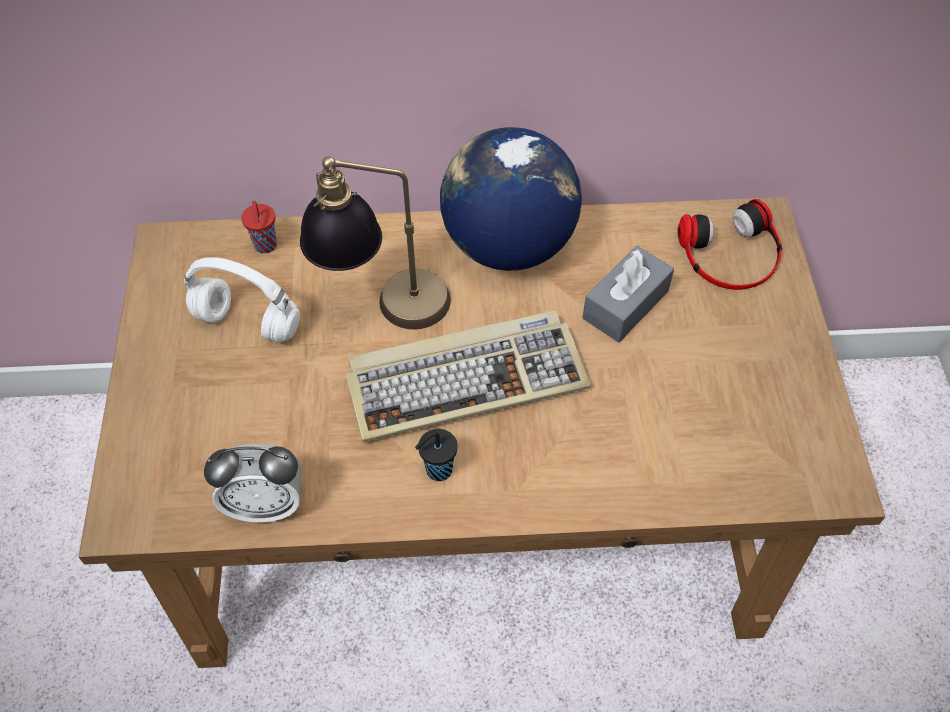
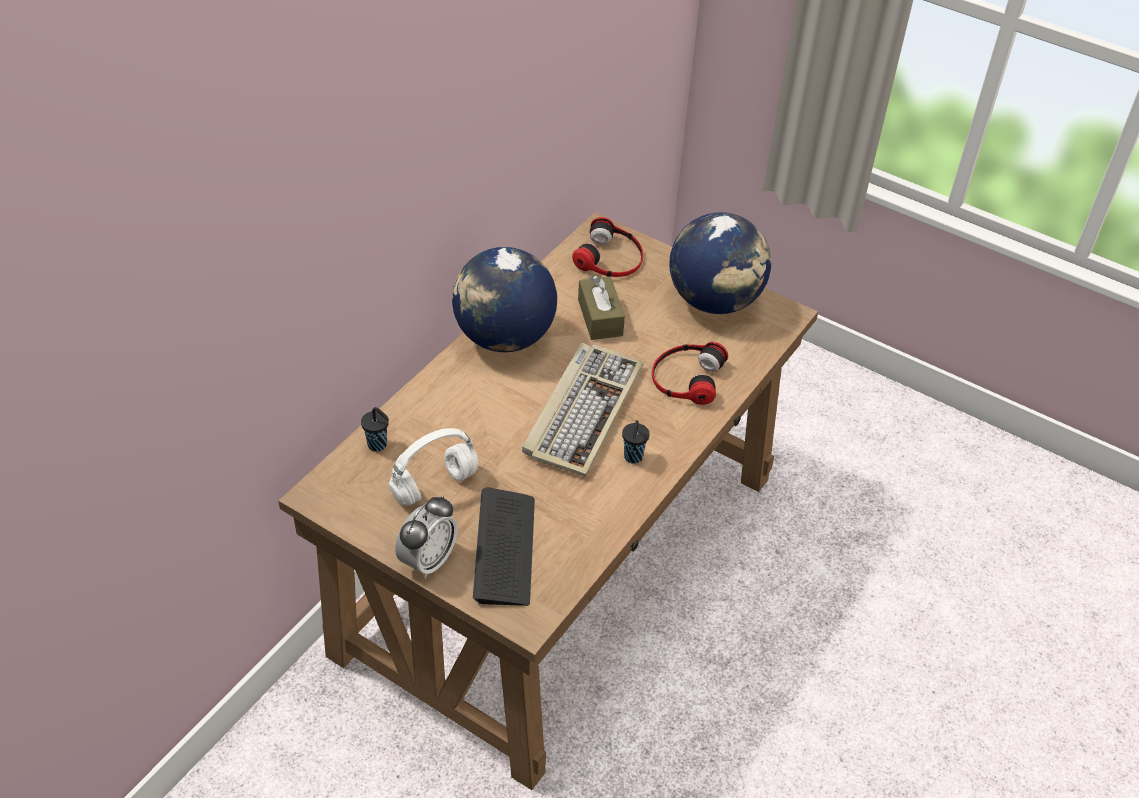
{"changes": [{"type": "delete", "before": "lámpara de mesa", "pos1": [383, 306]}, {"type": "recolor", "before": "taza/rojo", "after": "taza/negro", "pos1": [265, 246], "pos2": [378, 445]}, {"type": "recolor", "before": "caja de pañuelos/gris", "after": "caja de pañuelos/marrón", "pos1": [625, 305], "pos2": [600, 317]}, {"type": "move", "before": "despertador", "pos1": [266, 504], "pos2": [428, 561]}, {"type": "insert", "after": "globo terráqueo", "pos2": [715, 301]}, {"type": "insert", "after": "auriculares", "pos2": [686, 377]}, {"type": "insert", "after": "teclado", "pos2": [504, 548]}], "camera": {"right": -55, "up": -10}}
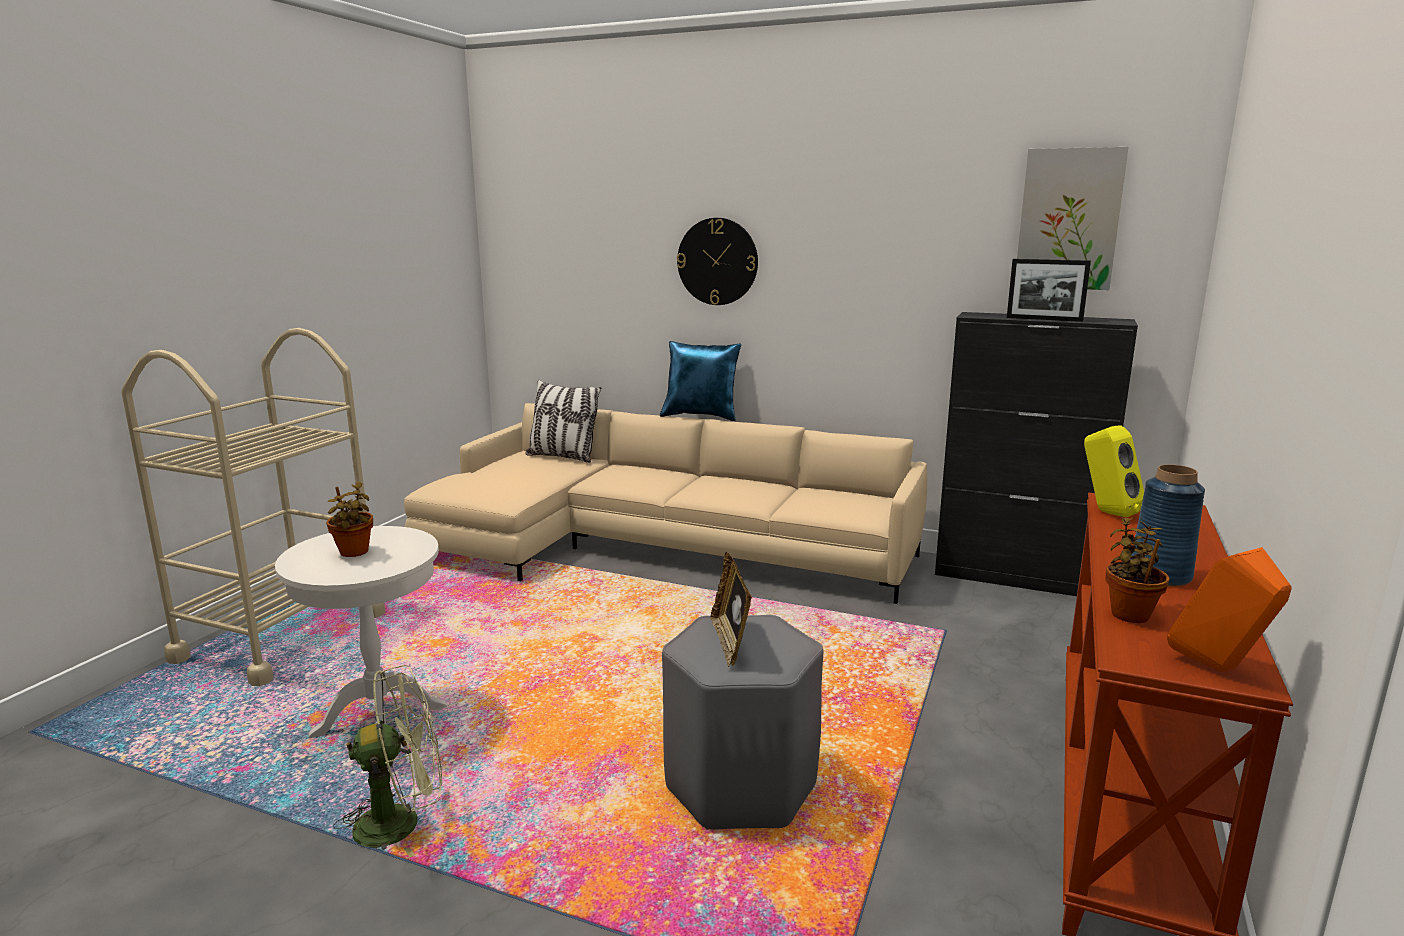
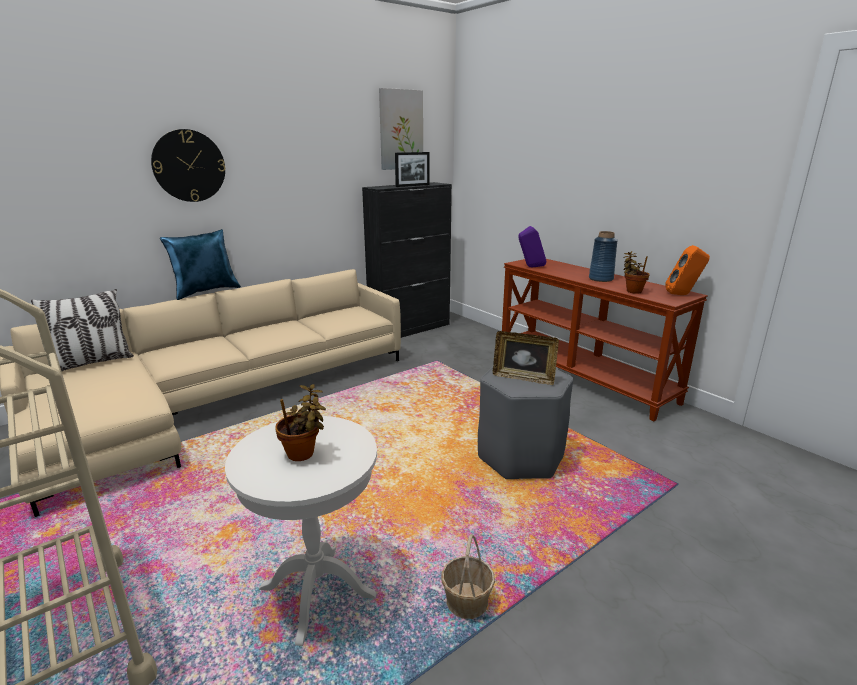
{"changes": [{"type": "recolor", "before": "altavoz/amarillo", "after": "altavoz/morado", "pos1": [1106, 512], "pos2": [530, 267]}, {"type": "replace", "before": "ventilador/verde", "after": "cesta", "pos1": [401, 822], "pos2": [466, 602]}], "camera": {"right": -60, "up": 5}}
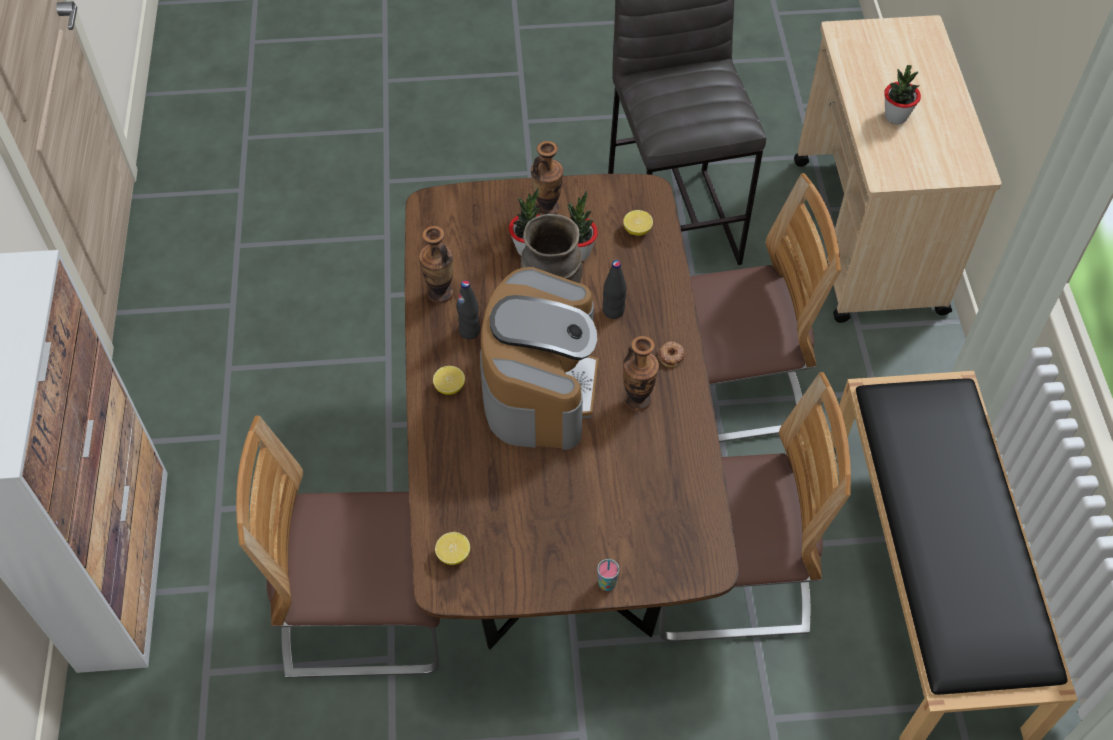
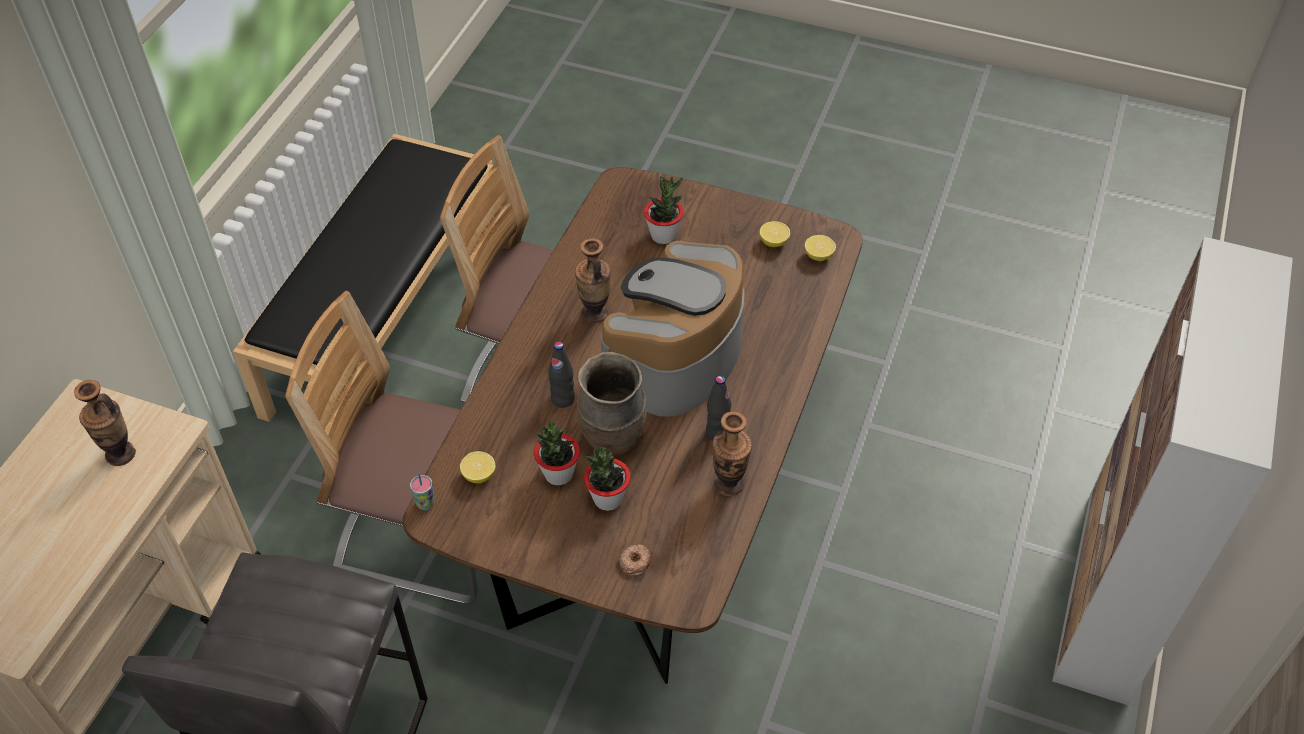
{"changes": [{"type": "move", "before": "planta en maceta", "pos1": [895, 116], "pos2": [663, 235]}, {"type": "move", "before": "florero", "pos1": [547, 209], "pos2": [120, 454]}, {"type": "move", "before": "rosquilla", "pos1": [671, 356], "pos2": [635, 561]}, {"type": "move", "before": "limón", "pos1": [449, 387], "pos2": [774, 242]}, {"type": "delete", "before": "silla", "pos1": [366, 613]}, {"type": "move", "before": "taza", "pos1": [607, 584], "pos2": [425, 504]}], "camera": {"right": -155, "up": -5}}
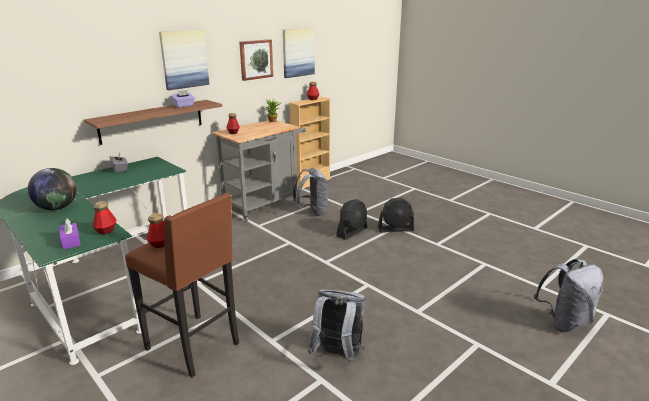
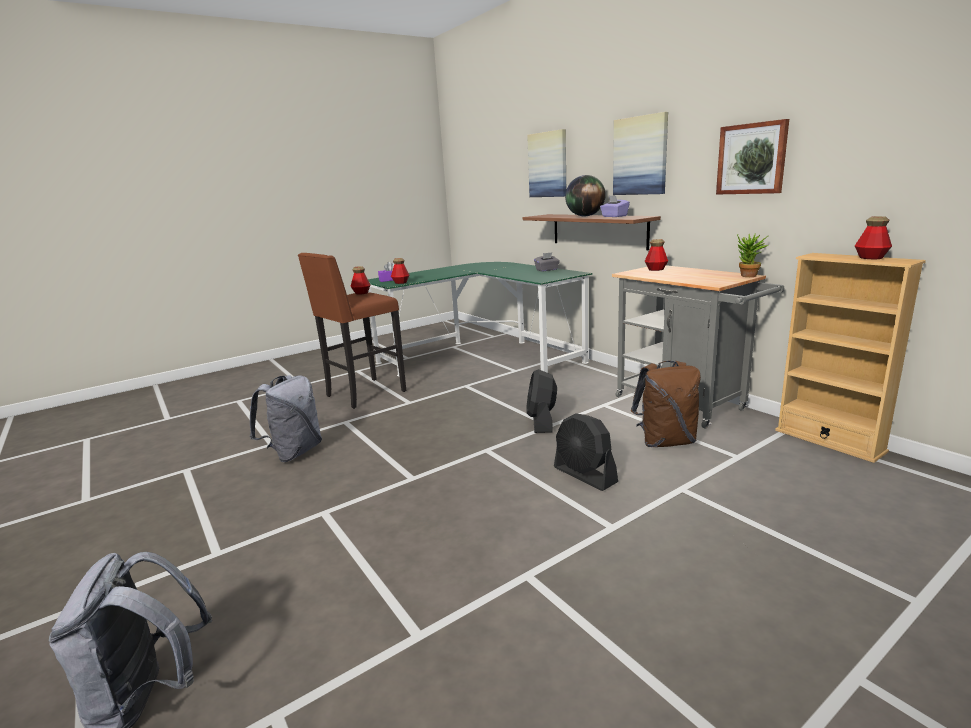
{"changes": [{"type": "move", "before": "cuadro", "pos1": [298, 52], "pos2": [548, 165]}, {"type": "move", "before": "globo terráqueo", "pos1": [57, 208], "pos2": [585, 216]}, {"type": "recolor", "before": "mochila/gris", "after": "mochila/marrón", "pos1": [312, 212], "pos2": [665, 441]}, {"type": "move", "before": "ventilador/negro", "pos1": [395, 229], "pos2": [542, 421]}], "camera": {"right": 100, "up": -5}}
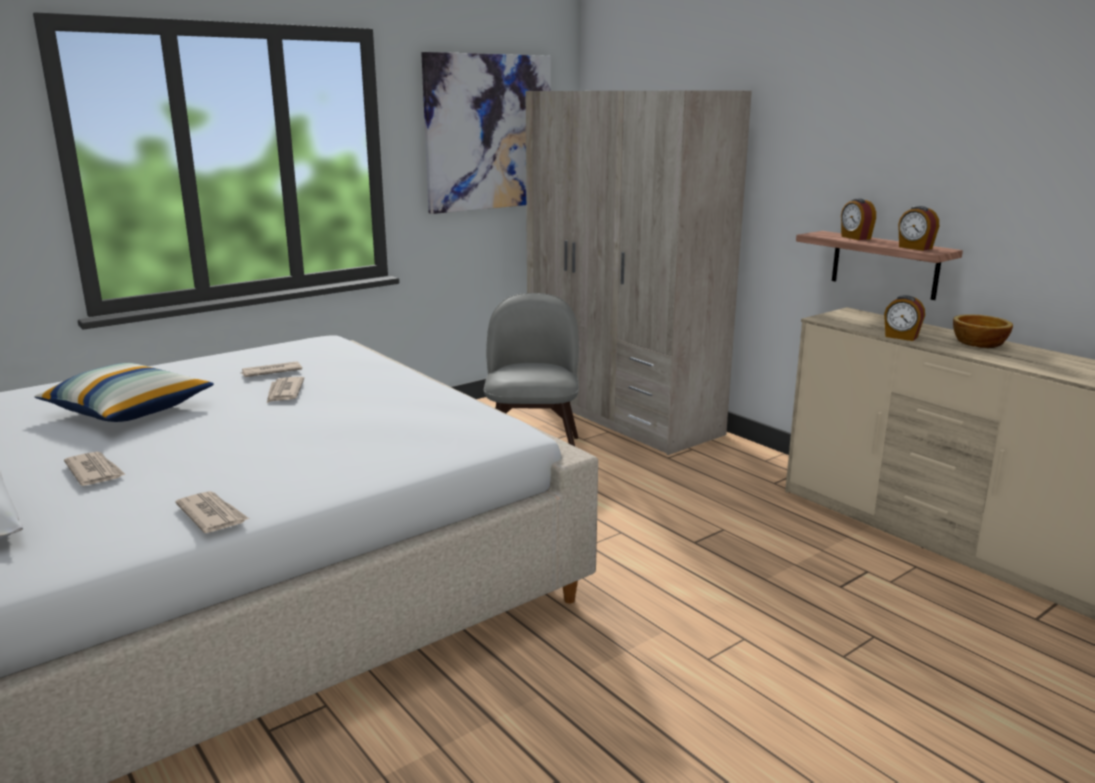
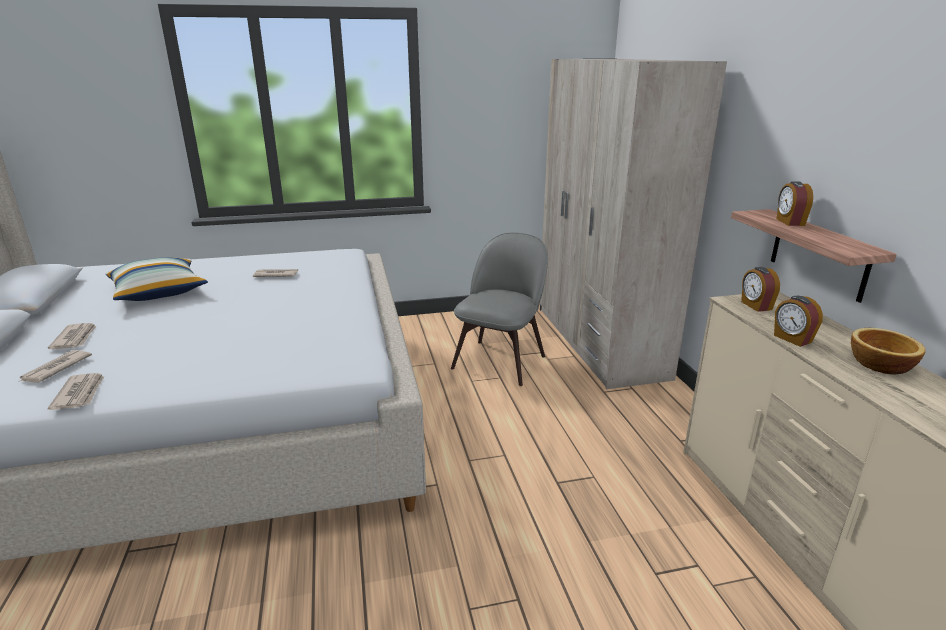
{"changes": [{"type": "delete", "before": "cuadro", "pos1": [488, 133]}, {"type": "move", "before": "despertador", "pos1": [915, 248], "pos2": [755, 306]}, {"type": "move", "before": "periódico", "pos1": [284, 392], "pos2": [55, 369]}], "camera": {"right": 25, "up": 5}}
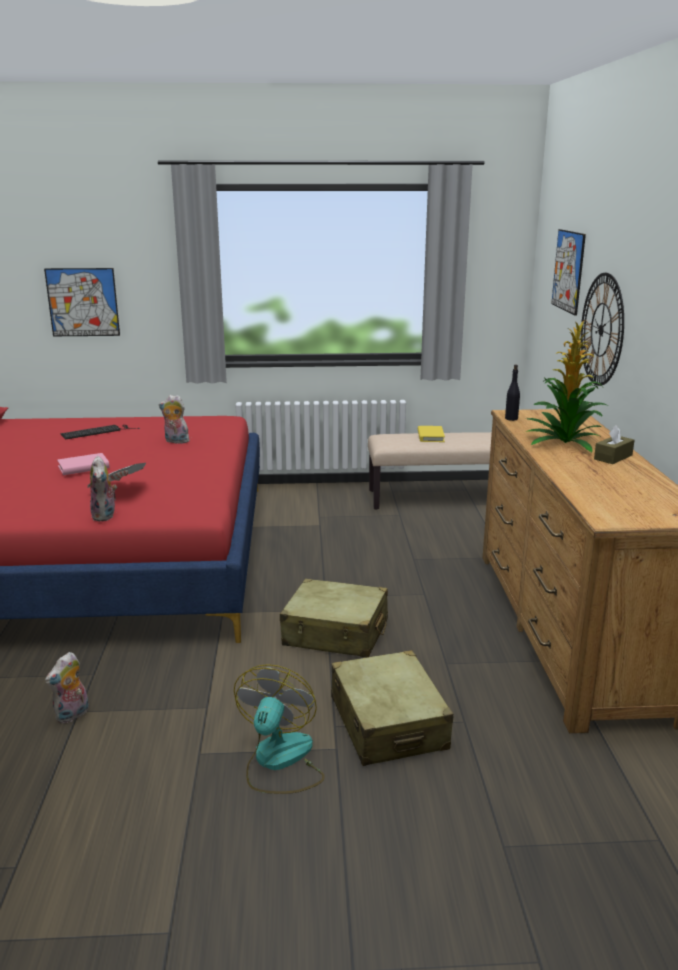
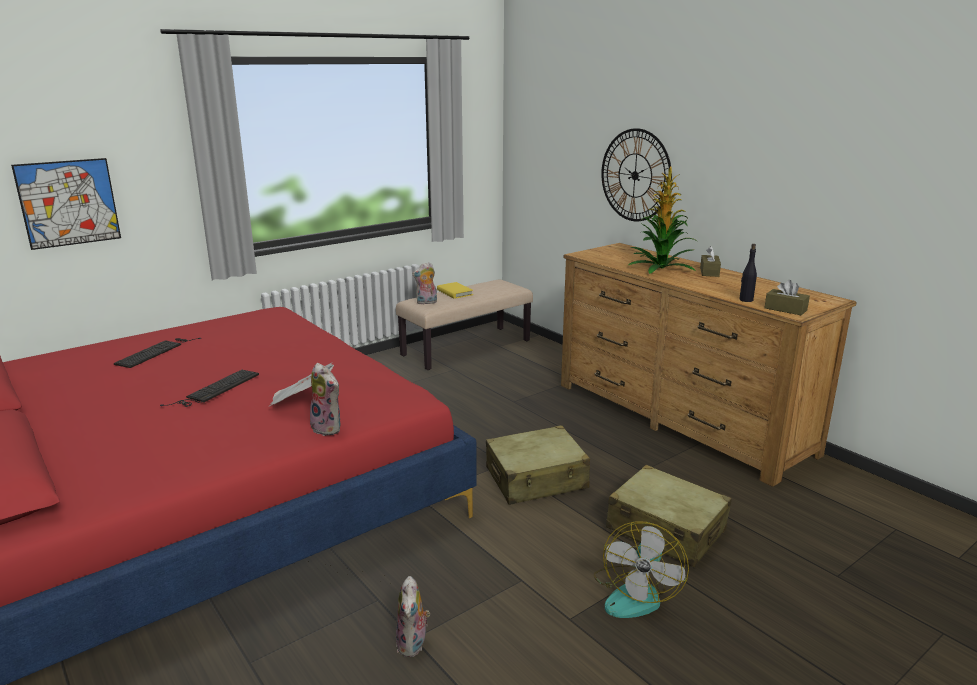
{"changes": [{"type": "delete", "before": "cuadro", "pos1": [568, 271]}, {"type": "move", "before": "botella/negro", "pos1": [511, 418], "pos2": [746, 300]}, {"type": "move", "before": "peluche", "pos1": [175, 441], "pos2": [426, 302]}, {"type": "replace", "before": "libro/rosa", "after": "teclado", "pos1": [83, 467], "pos2": [215, 389]}, {"type": "rotate", "before": "ventilador", "pos1": [279, 761], "pos2": [635, 594], "turn": -135}, {"type": "insert", "after": "caja de pañuelos/marrón", "pos2": [785, 309]}], "camera": {"right": -35, "up": 0}}
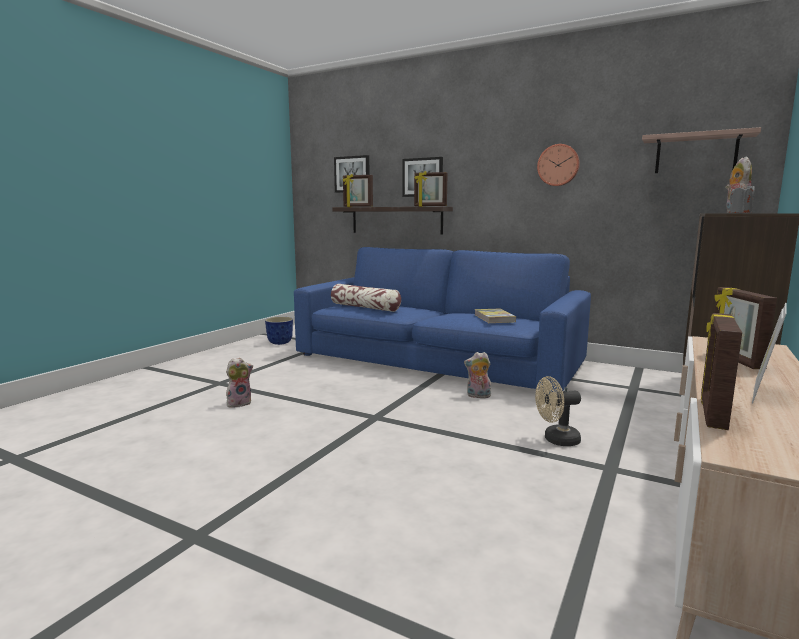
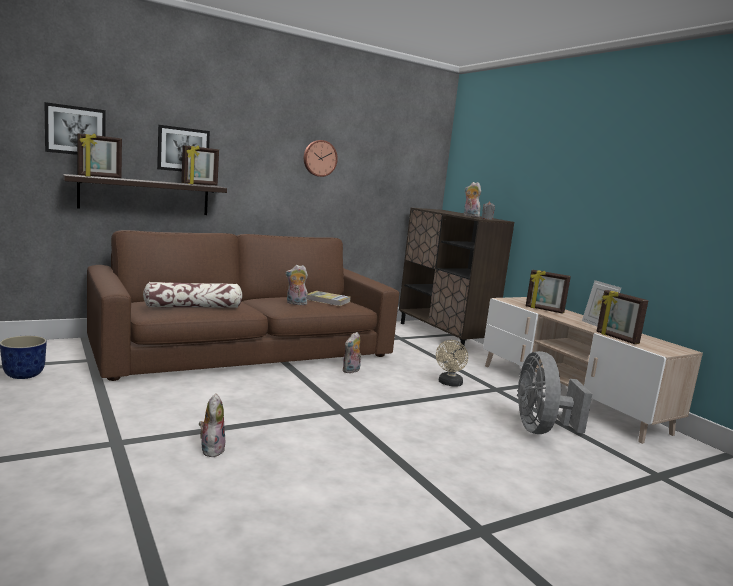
{"changes": [{"type": "delete", "before": "estante", "pos1": [696, 153]}, {"type": "recolor", "before": "sofá/azul", "after": "sofá/marrón", "pos1": [436, 359], "pos2": [245, 349]}, {"type": "insert", "after": "peluche", "pos2": [295, 304]}, {"type": "insert", "after": "ventilador/gris", "pos2": [541, 429]}], "camera": {"right": -60, "up": 0}}
